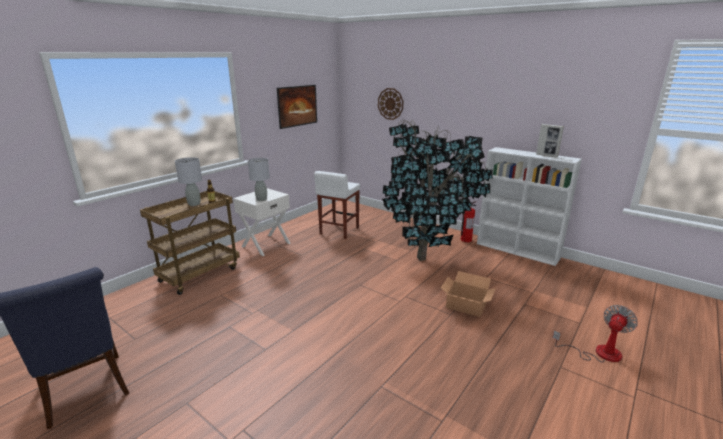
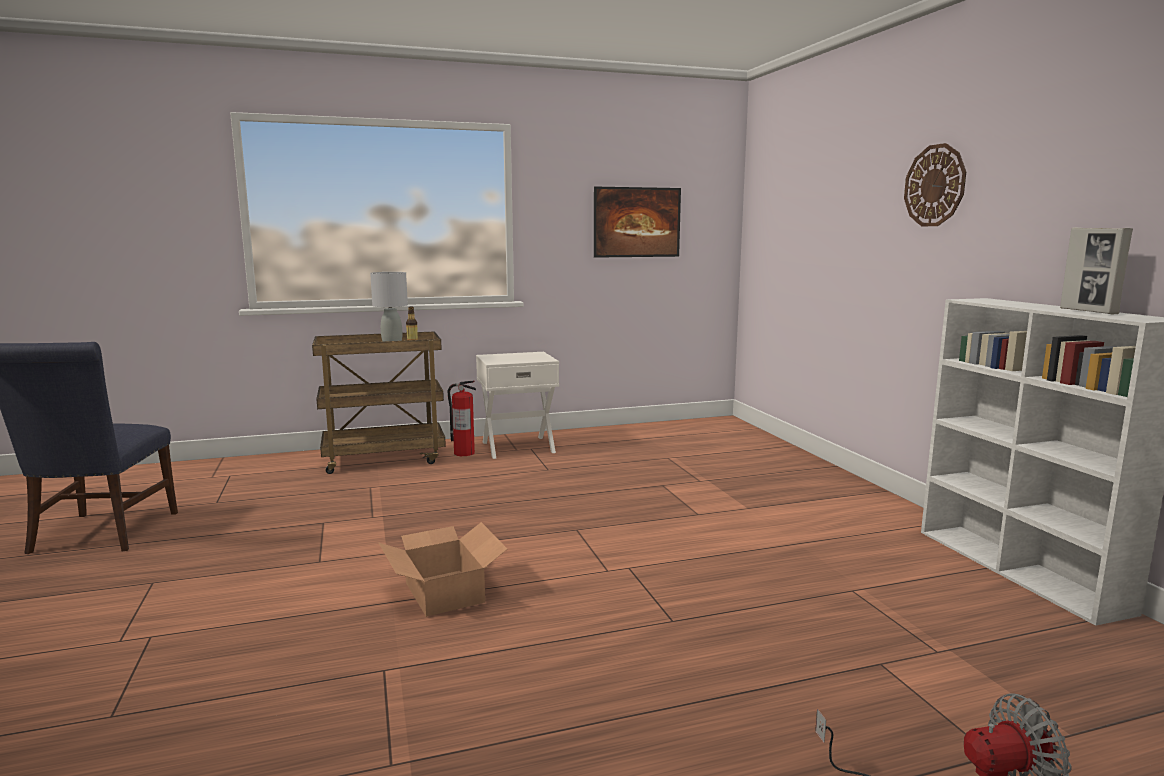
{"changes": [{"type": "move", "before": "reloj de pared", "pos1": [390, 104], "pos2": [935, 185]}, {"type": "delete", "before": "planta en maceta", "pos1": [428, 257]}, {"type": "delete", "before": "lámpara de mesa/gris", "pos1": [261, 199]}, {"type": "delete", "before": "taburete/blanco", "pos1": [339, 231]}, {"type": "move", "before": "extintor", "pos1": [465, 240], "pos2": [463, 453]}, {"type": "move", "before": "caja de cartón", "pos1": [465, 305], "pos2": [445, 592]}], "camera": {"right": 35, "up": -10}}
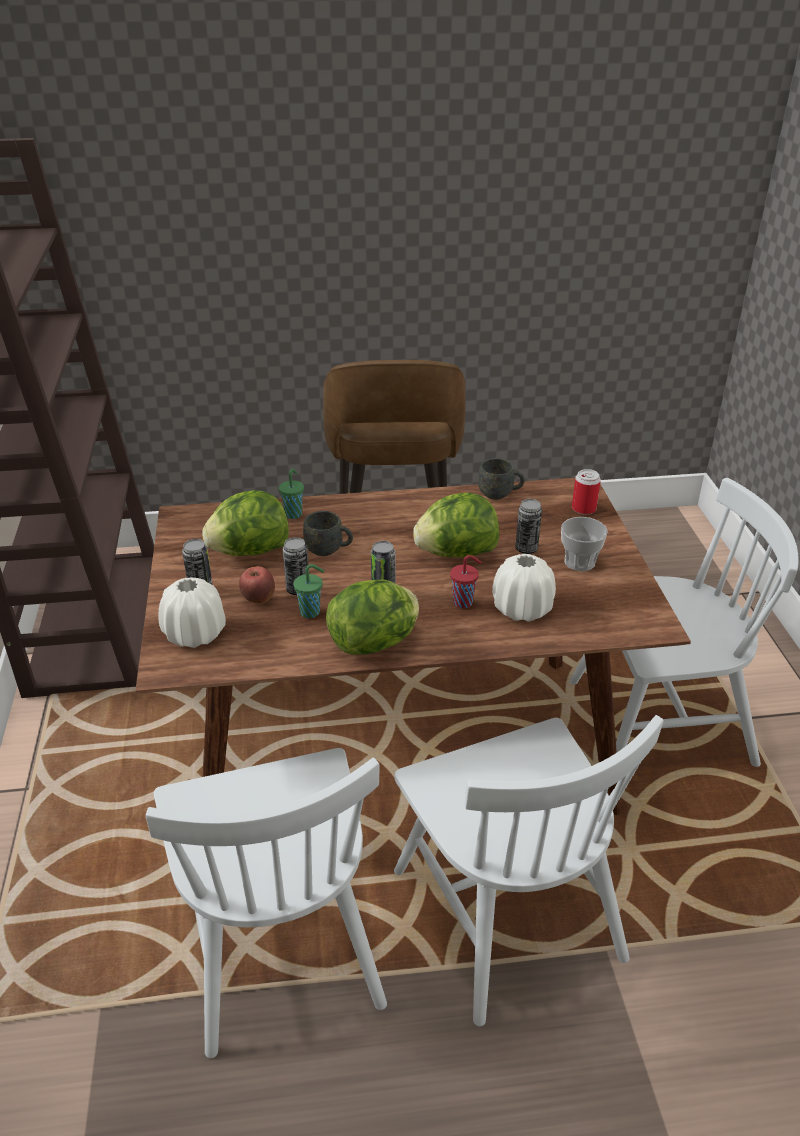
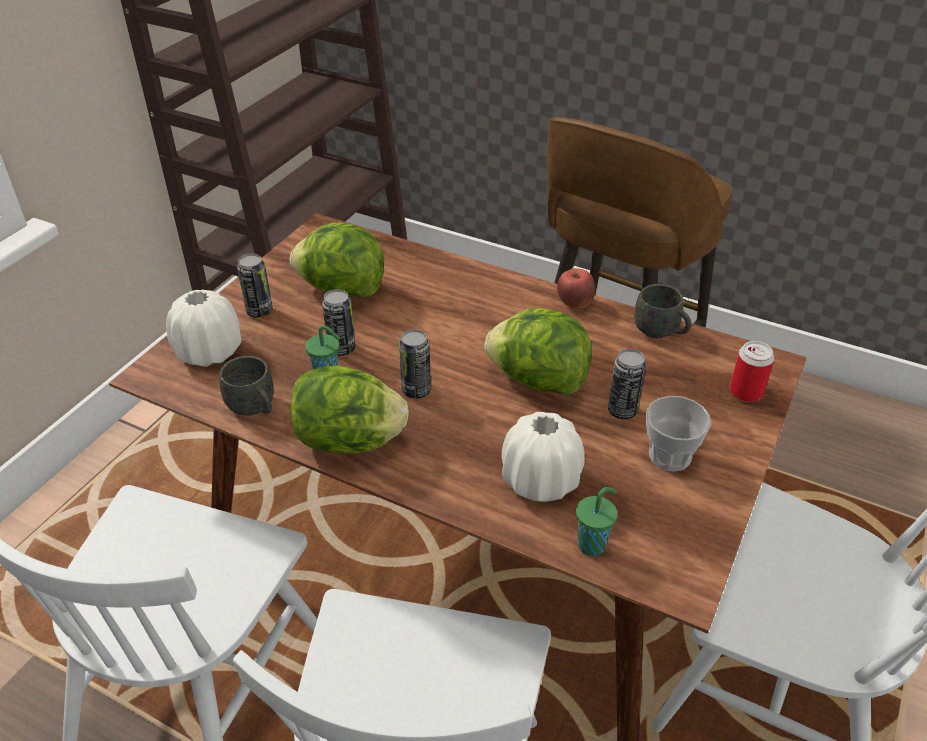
{"changes": [{"type": "move", "before": "taza/verde", "pos1": [294, 514], "pos2": [593, 544]}, {"type": "move", "before": "taza grande/gris", "pos1": [329, 550], "pos2": [255, 409]}, {"type": "delete", "before": "taza/rojo", "pos1": [464, 602]}, {"type": "move", "before": "manzana", "pos1": [258, 599], "pos2": [574, 304]}], "camera": {"right": 35, "up": 5}}
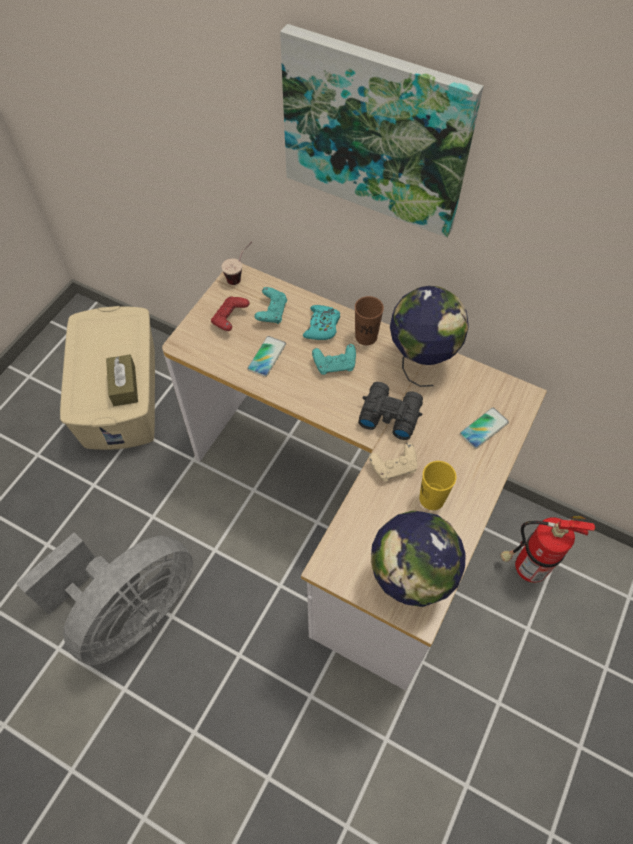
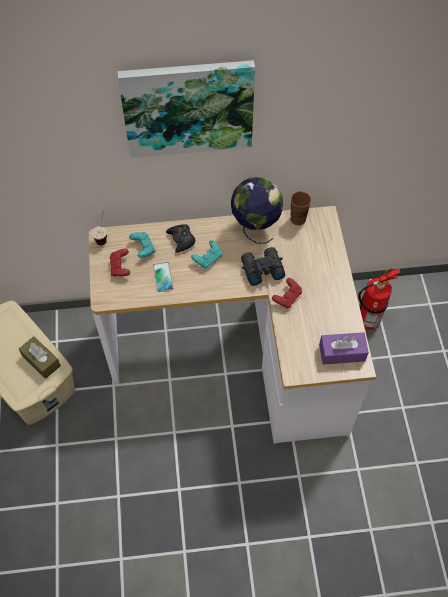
{"changes": [{"type": "move", "before": "taza/marrón", "pos1": [366, 336], "pos2": [298, 219]}, {"type": "recolor", "before": "mando de consola/turquesa", "after": "mando de consola/negro", "pos1": [322, 326], "pos2": [181, 240]}, {"type": "delete", "before": "móvil", "pos1": [483, 428]}, {"type": "recolor", "before": "mando de consola/beis", "after": "mando de consola/rojo", "pos1": [393, 467], "pos2": [287, 297]}, {"type": "delete", "before": "taza/amarillo", "pos1": [432, 498]}, {"type": "replace", "before": "globo terráqueo", "after": "caja de pañuelos/morado", "pos1": [409, 581], "pos2": [342, 352]}, {"type": "delete", "before": "ventilador/gris", "pos1": [130, 612]}], "camera": {"right": -35, "up": 0}}
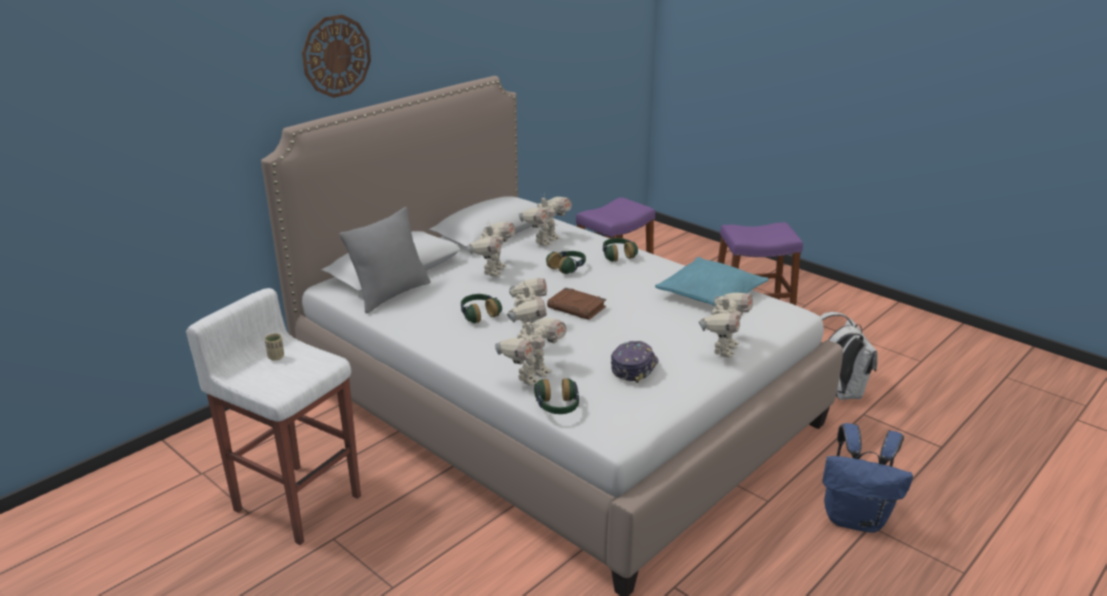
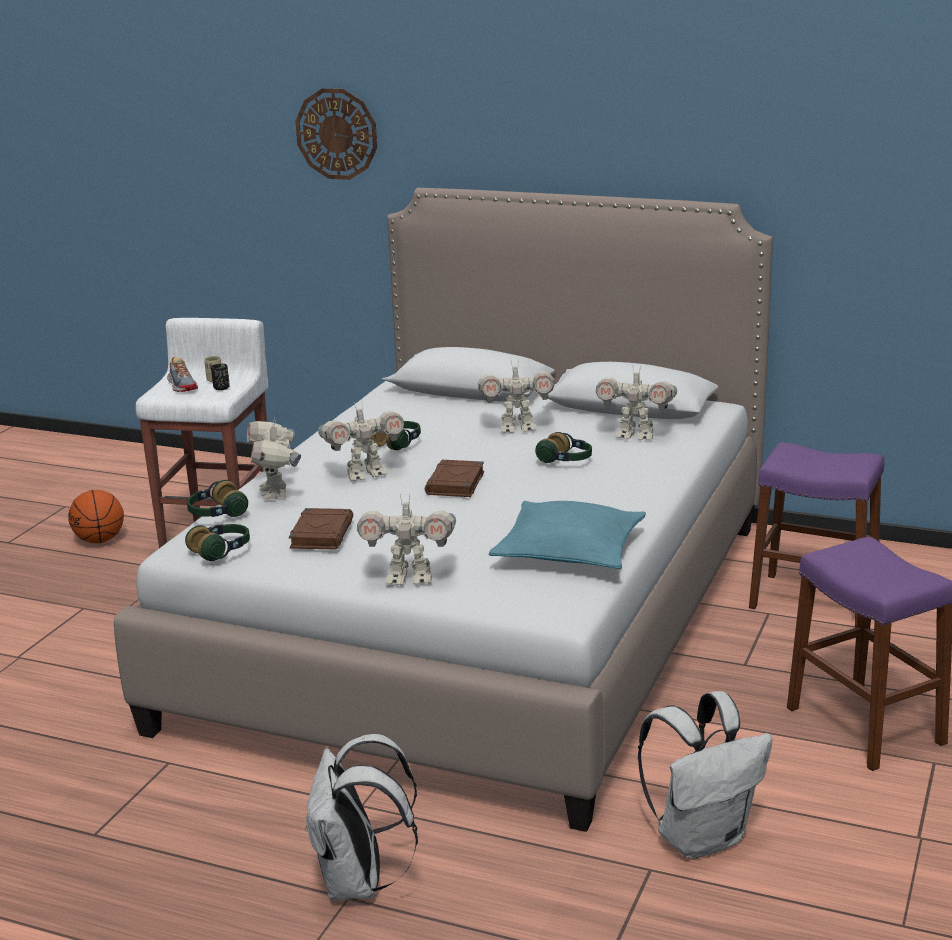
{"changes": [{"type": "move", "before": "reloj de pared", "pos1": [336, 56], "pos2": [337, 134]}, {"type": "delete", "before": "cojín/gris", "pos1": [391, 294]}, {"type": "move", "before": "auriculares", "pos1": [618, 255], "pos2": [221, 552]}, {"type": "rotate", "before": "robot de juguete", "pos1": [532, 376], "pos2": [276, 492], "turn": 60}, {"type": "replace", "before": "gorra", "after": "libro/marrón", "pos1": [634, 367], "pos2": [321, 534]}, {"type": "recolor", "before": "mochila/azul", "after": "mochila/blanco", "pos1": [856, 518], "pos2": [358, 883]}, {"type": "insert", "after": "zapato", "pos2": [182, 385]}, {"type": "insert", "after": "taza/negro", "pos2": [221, 388]}, {"type": "insert", "after": "balón de baloncesto", "pos2": [100, 541]}], "camera": {"right": 70, "up": -5}}
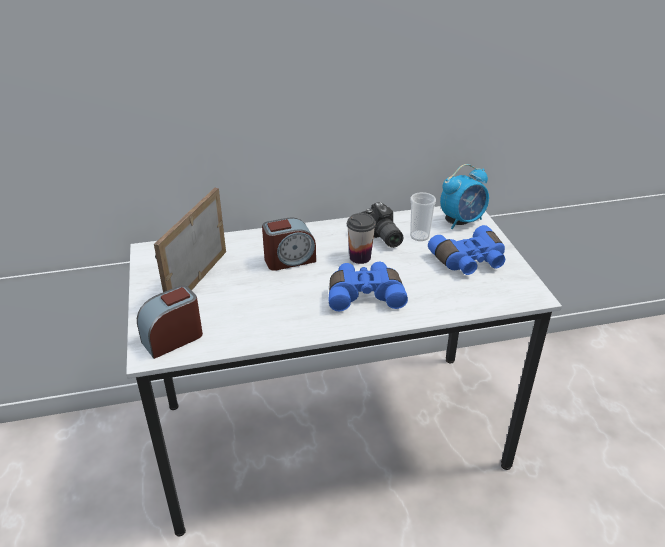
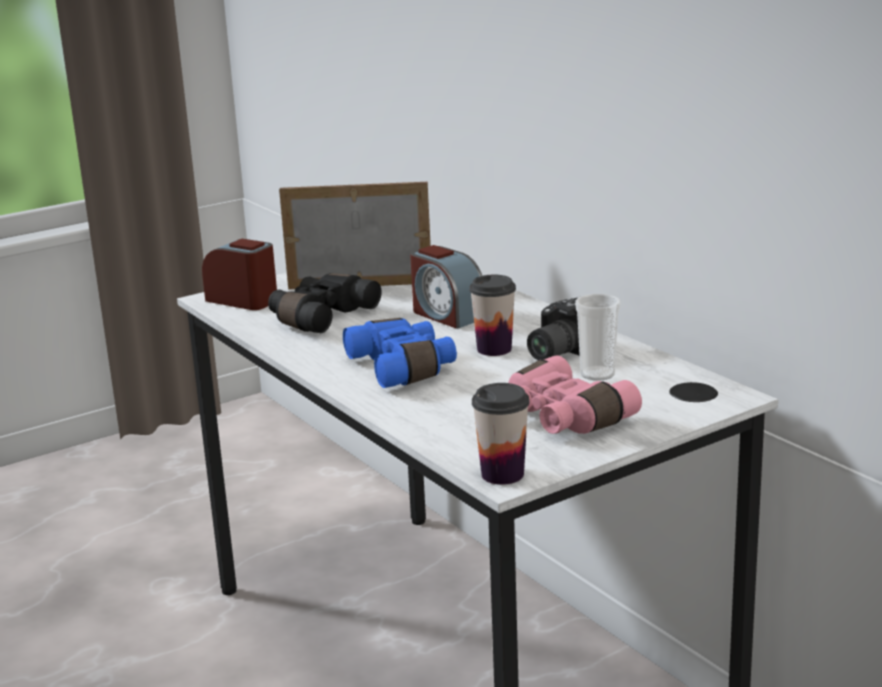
{"changes": [{"type": "delete", "before": "despertador", "pos1": [462, 220]}, {"type": "recolor", "before": "prismáticos/azul", "after": "prismáticos/rosa", "pos1": [469, 261], "pos2": [561, 418]}, {"type": "insert", "after": "prismáticos/negro", "pos2": [320, 317]}, {"type": "insert", "after": "taza", "pos2": [502, 474]}], "camera": {"right": 70, "up": -15}}
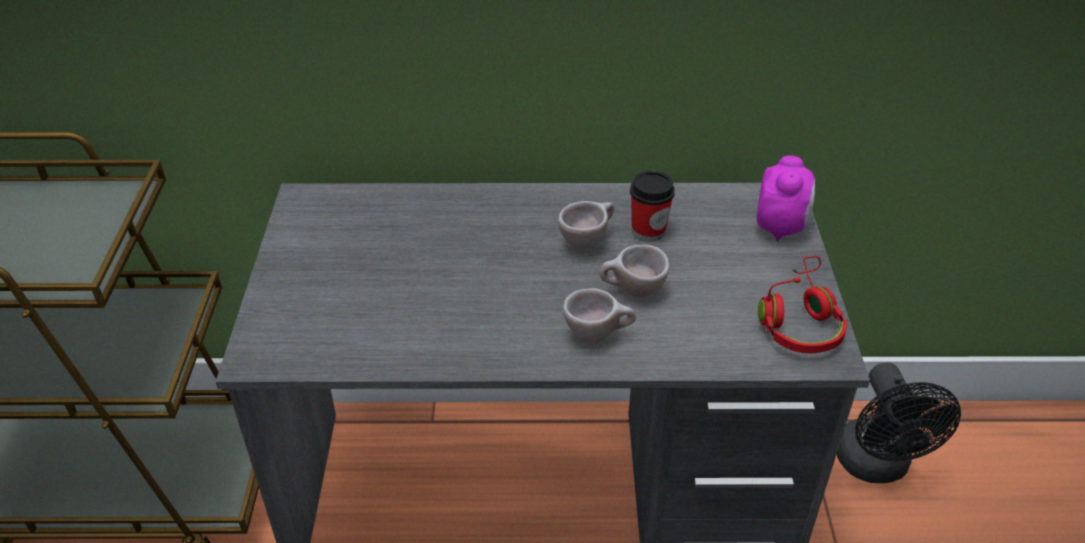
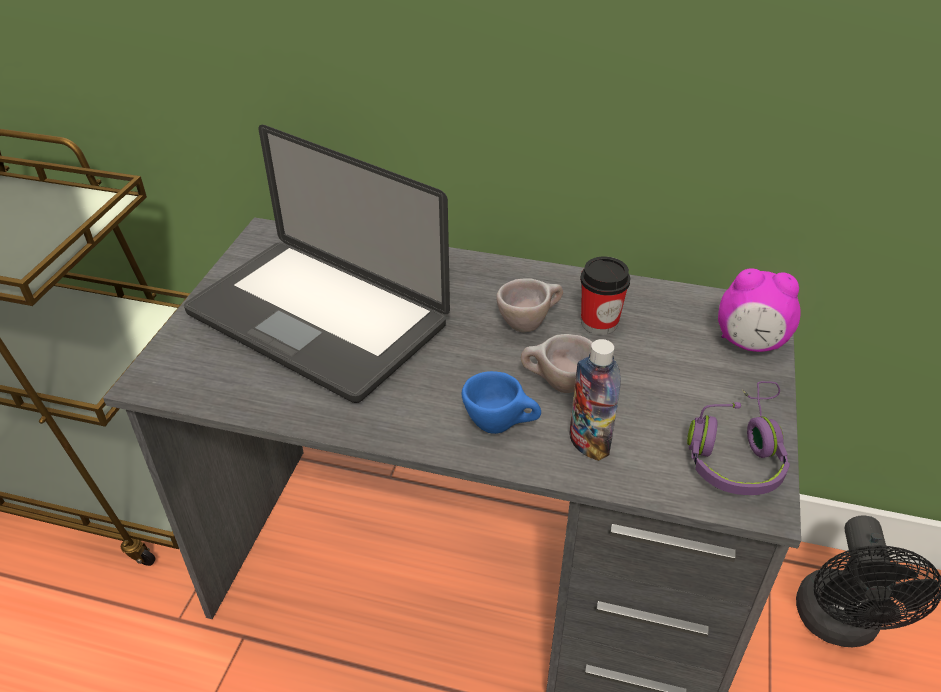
{"changes": [{"type": "rotate", "before": "despertador", "pos1": [780, 227], "pos2": [749, 344], "turn": 75}, {"type": "recolor", "before": "auriculares/rojo", "after": "auriculares/morado", "pos1": [799, 320], "pos2": [737, 452]}, {"type": "recolor", "before": "taza/beis", "after": "taza/azul", "pos1": [598, 335], "pos2": [501, 425]}, {"type": "insert", "after": "portátil", "pos2": [316, 319]}, {"type": "insert", "after": "botella", "pos2": [589, 443]}], "camera": {"right": 15, "up": 0}}
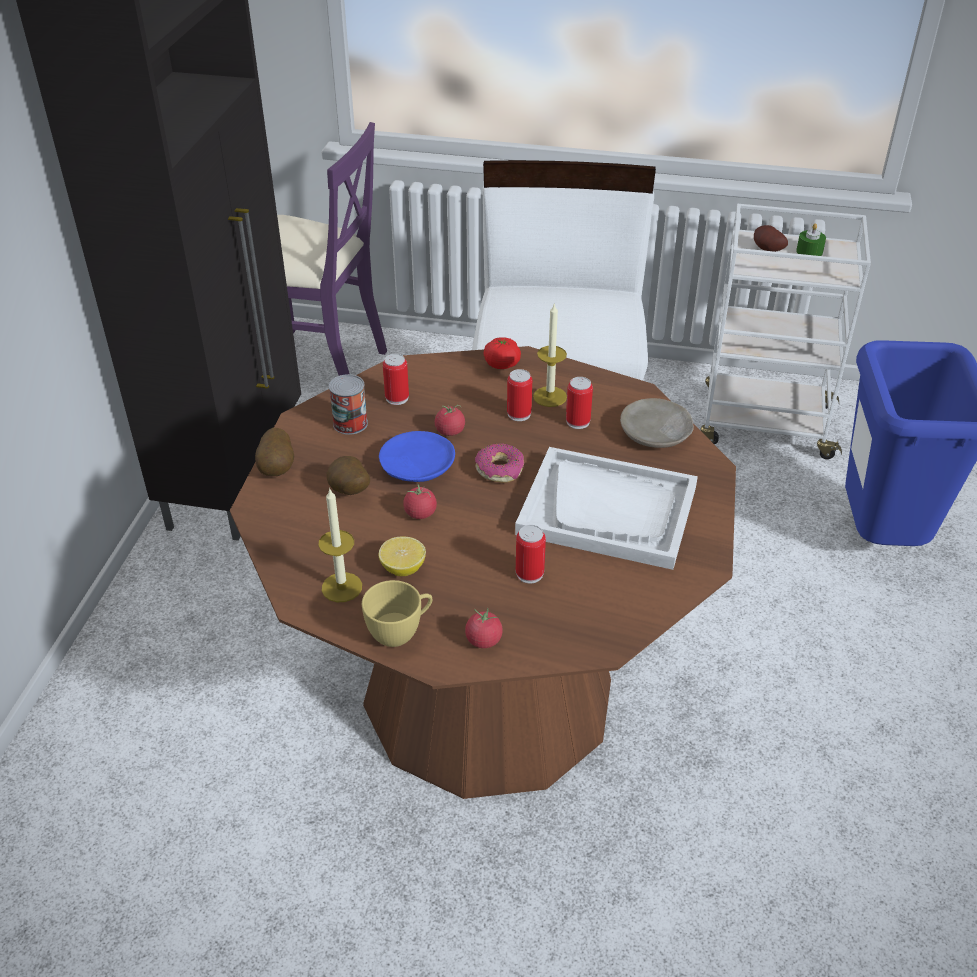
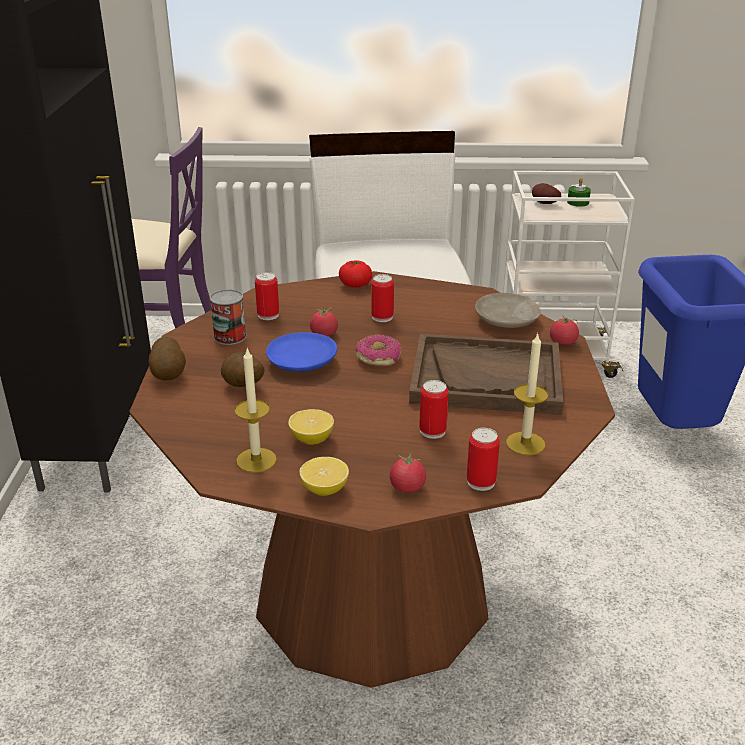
{"changes": [{"type": "move", "before": "vela", "pos1": [550, 396], "pos2": [525, 443]}, {"type": "move", "before": "lata", "pos1": [578, 421], "pos2": [481, 482]}, {"type": "recolor", "before": "bandeja/blanco", "after": "bandeja/marrón", "pos1": [608, 510], "pos2": [486, 378]}, {"type": "move", "before": "tomate", "pos1": [420, 513], "pos2": [563, 343]}, {"type": "replace", "before": "taza/amarillo", "after": "limón", "pos1": [400, 632], "pos2": [324, 490]}], "camera": {"right": -10, "up": -10}}
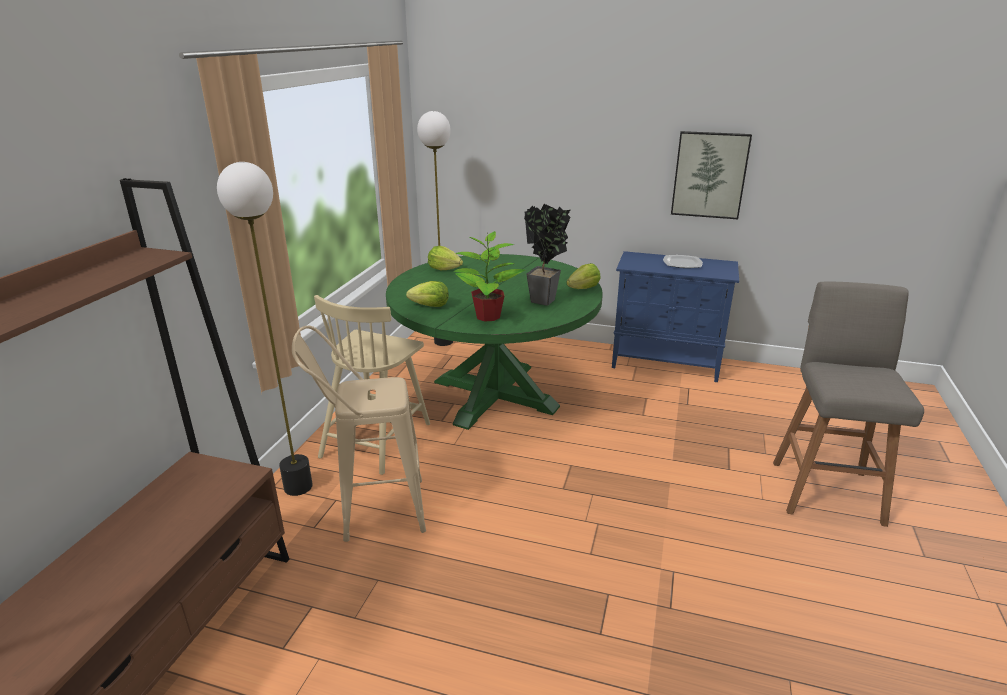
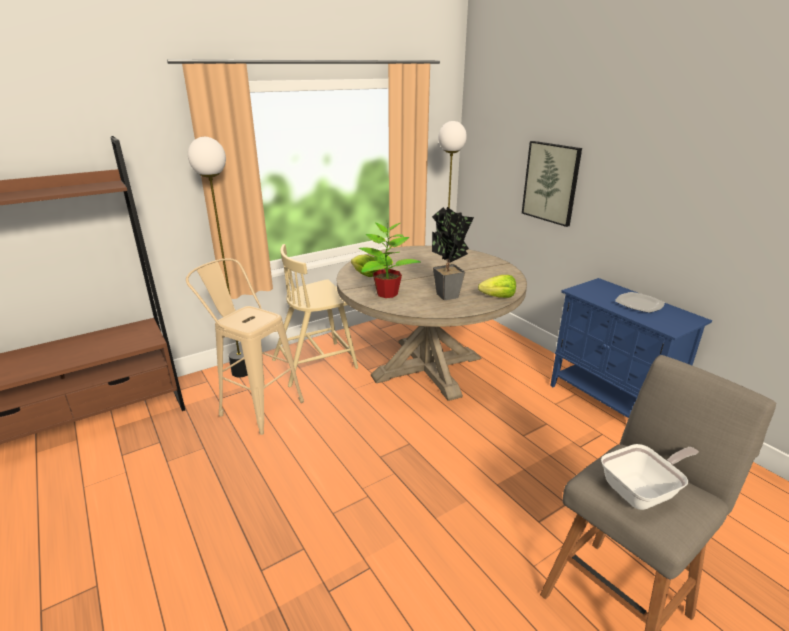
{"changes": [{"type": "move", "before": "cuadro", "pos1": [709, 175], "pos2": [551, 182]}, {"type": "delete", "before": "lechuga", "pos1": [444, 269]}, {"type": "recolor", "before": "mesa de comedor/verde", "after": "mesa de comedor/beis", "pos1": [495, 394], "pos2": [427, 367]}, {"type": "insert", "after": "sartén", "pos2": [643, 492]}], "camera": {"right": 40, "up": 0}}
